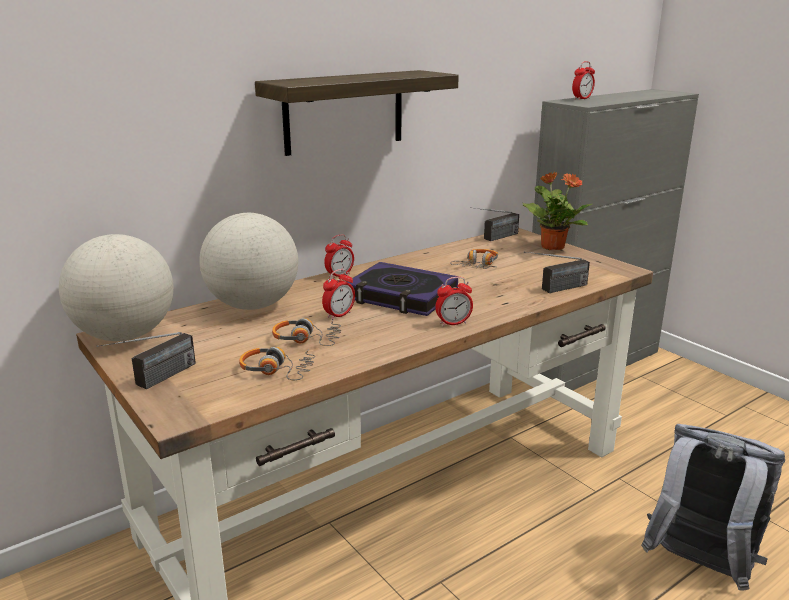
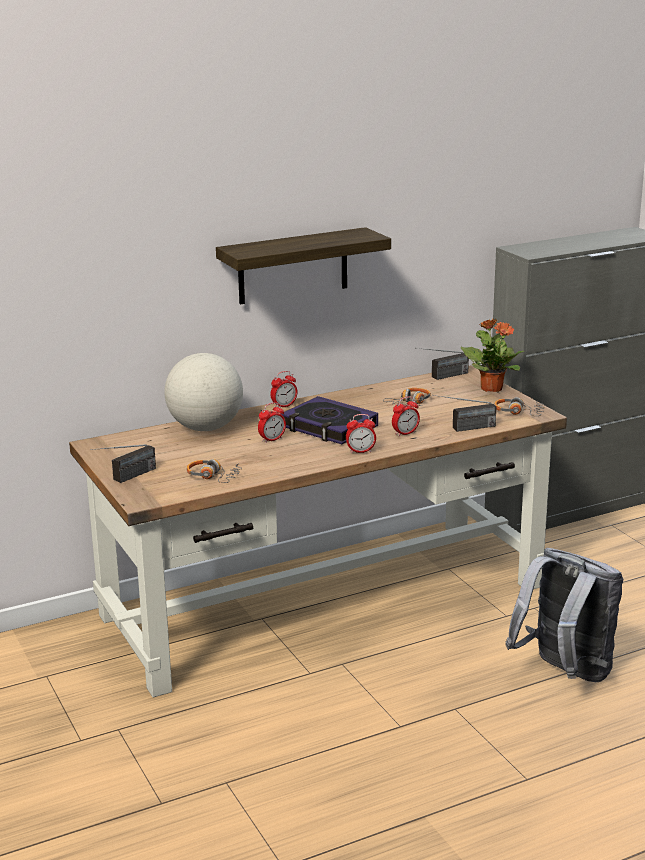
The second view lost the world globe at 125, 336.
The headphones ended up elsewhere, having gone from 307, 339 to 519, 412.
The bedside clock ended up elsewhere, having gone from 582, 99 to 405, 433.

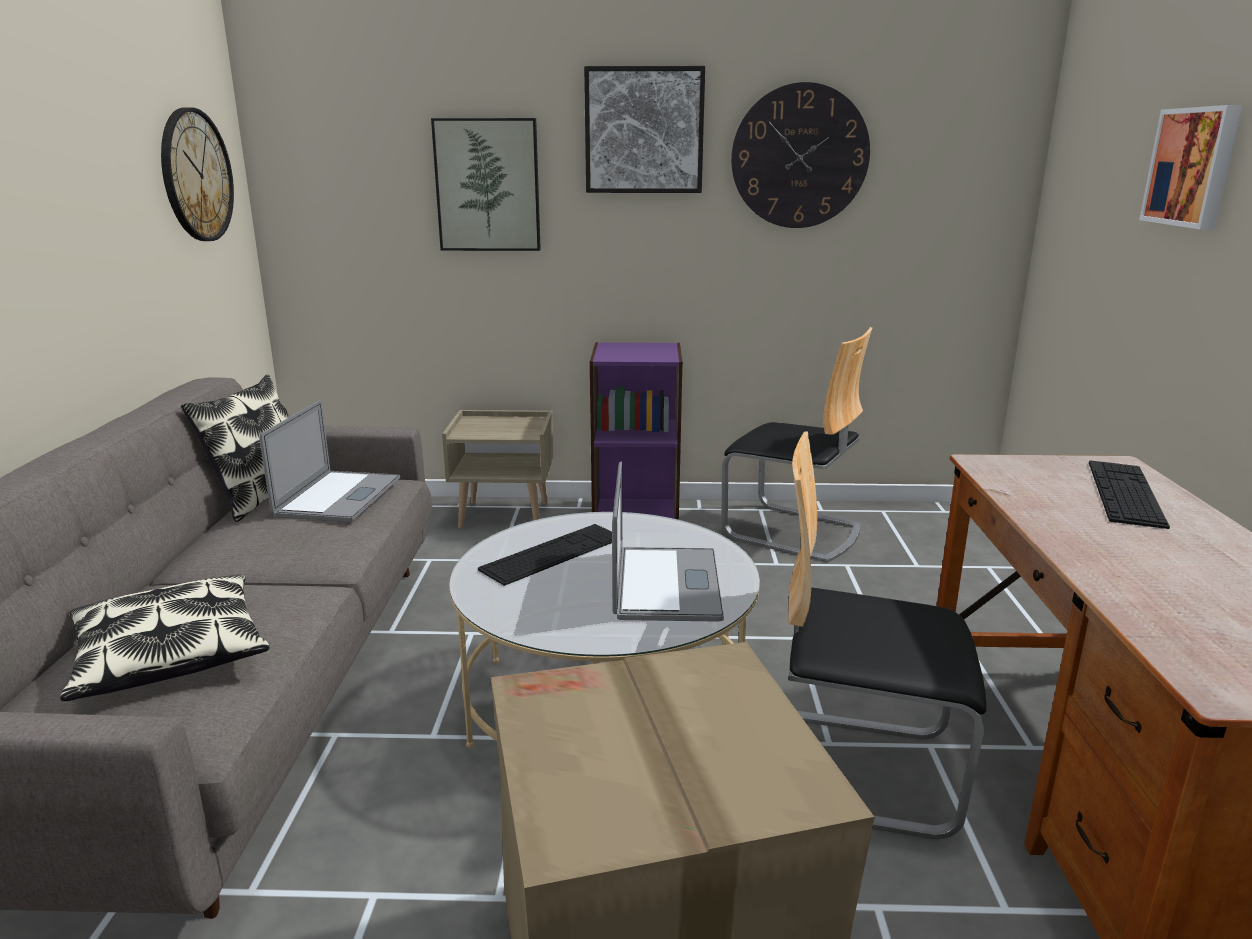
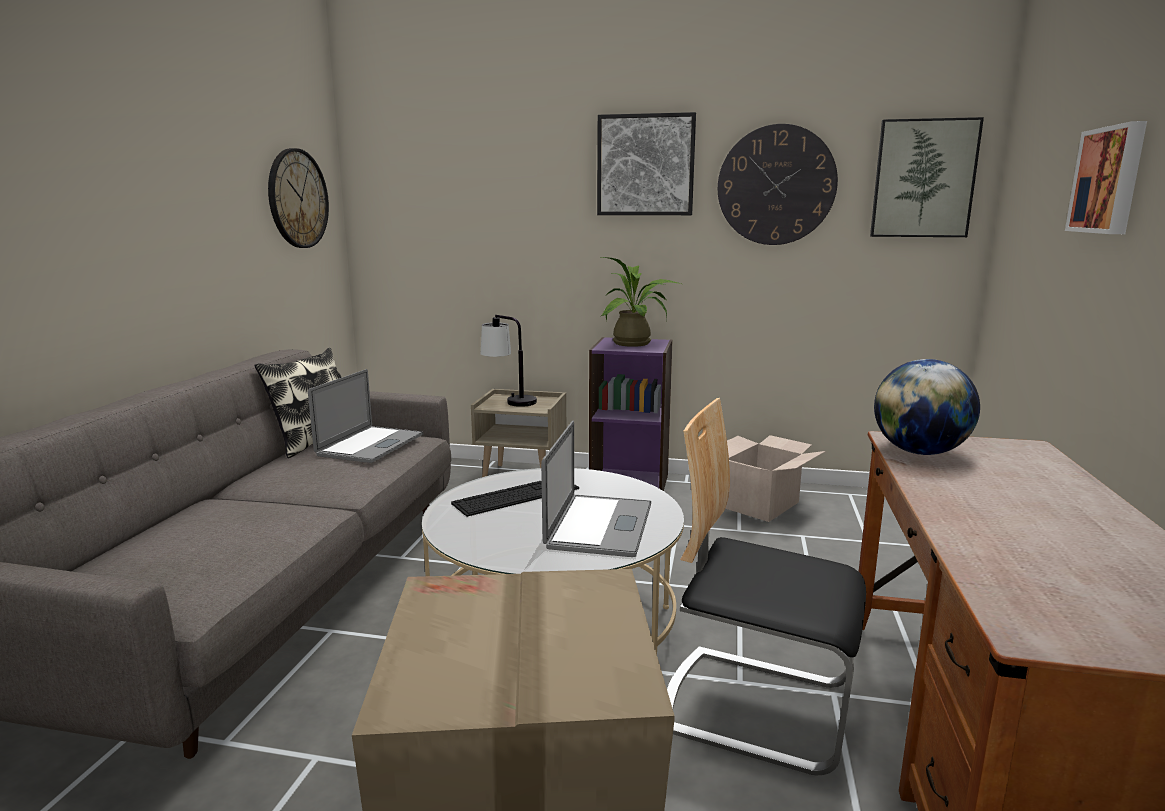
The second view lost the throw pillow at 169, 653.
The picture ended up elsewhere, having gone from 488, 185 to 923, 179.
Where the chair stood at 792, 531, the carton came to stand at 761, 505.
The second view lost the keyboard at 1125, 493.
The second view gained the lamp for a table at 509, 401.
The second view gained the potted plant at 637, 343.
The second view gained the world globe at 919, 452.

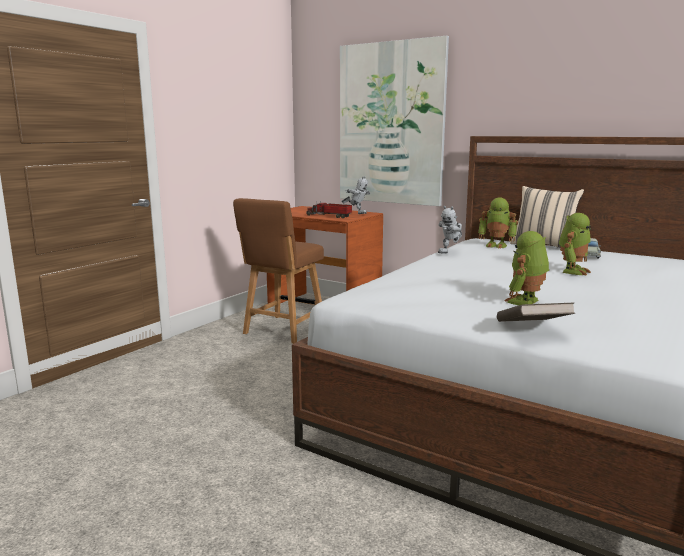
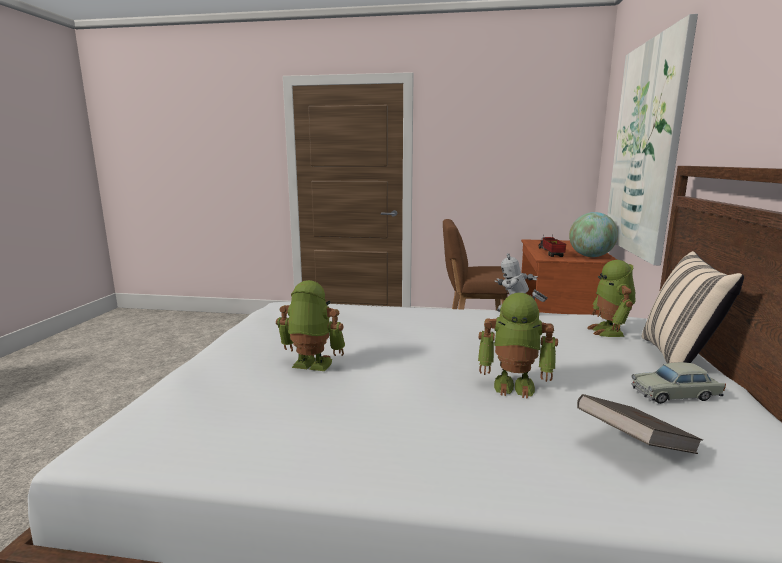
Where the robot figure stood at 356, 213, the world globe came to stand at 590, 256.
The brown-coloured book ended up elsewhere, having gone from 532, 330 to 634, 446.

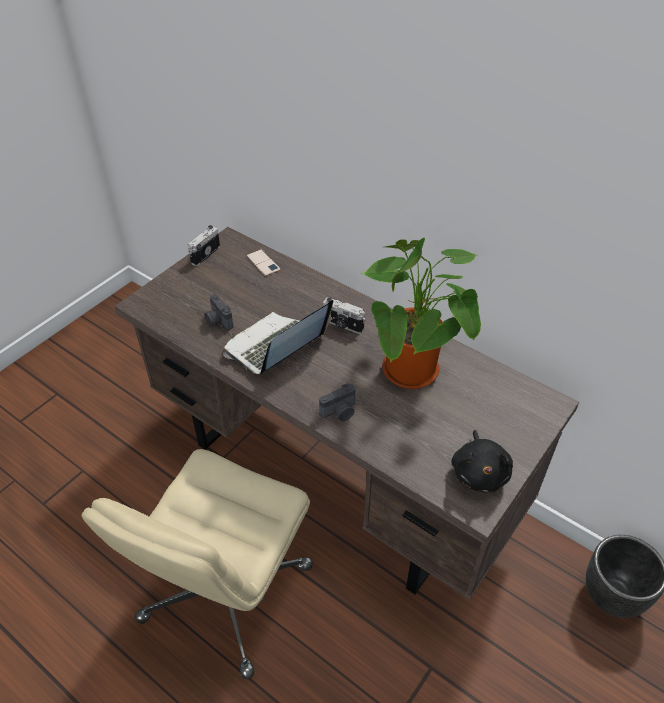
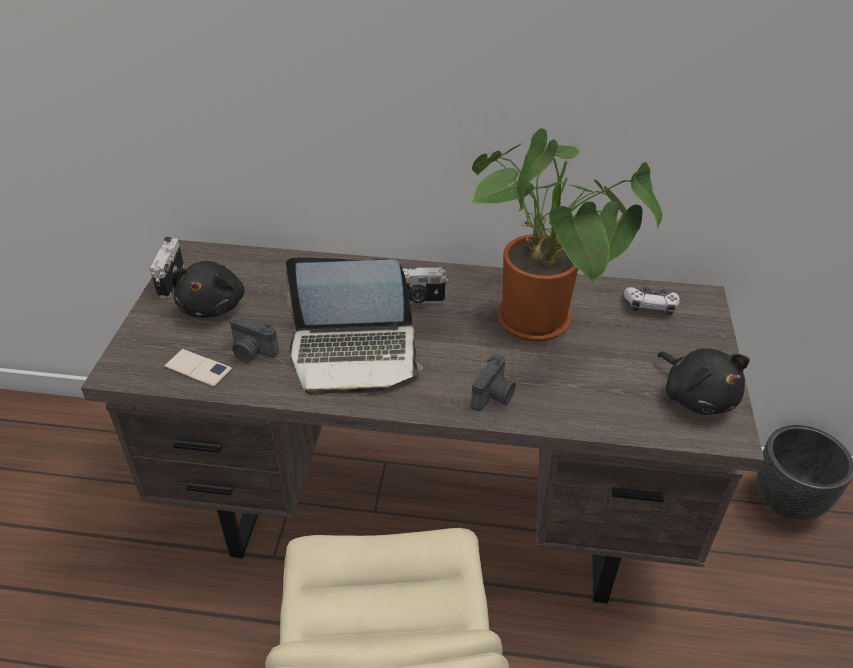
The notebook computer at 276, 347 ended up facing another way, 105 degrees counterclockwise from before.
The phone ended up elsewhere, having gone from 263, 263 to 198, 368.
The second view gained the blackish plush toy at 213, 306.
The second view gained the joypad at 650, 306.

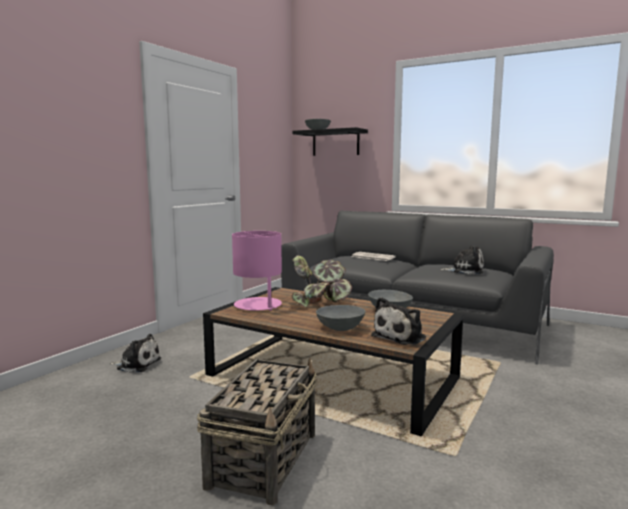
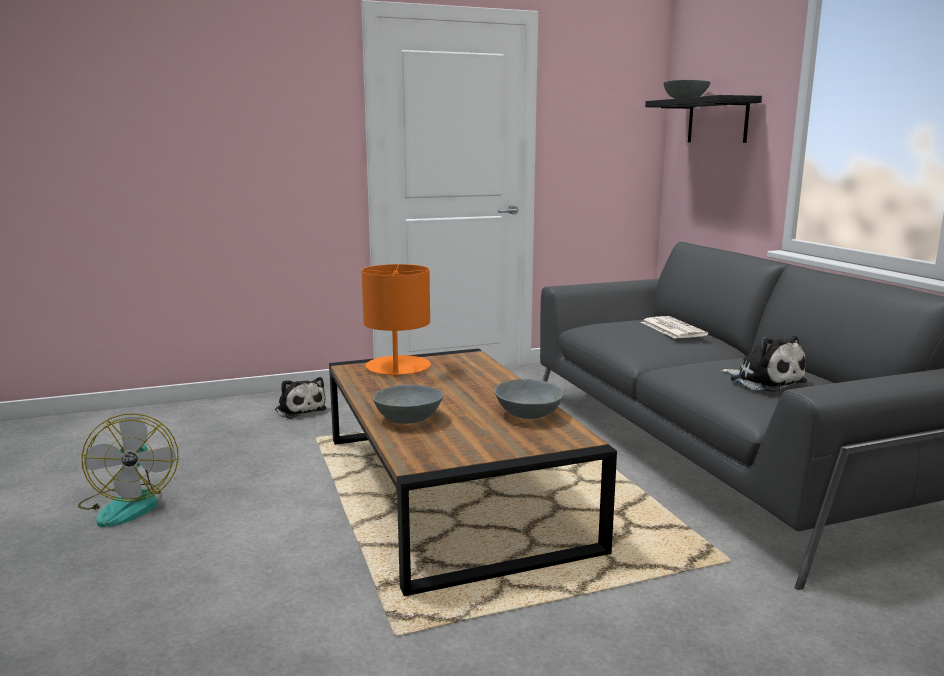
The second view lost the household basket at 264, 458.
What was the pinkish lamp for a table at 258, 305 turned into the orangey lamp for a table at 398, 367.
The second view lost the potted plant at 320, 303.
The second view lost the plush toy at 401, 336.
The second view gained the fan at 129, 504.

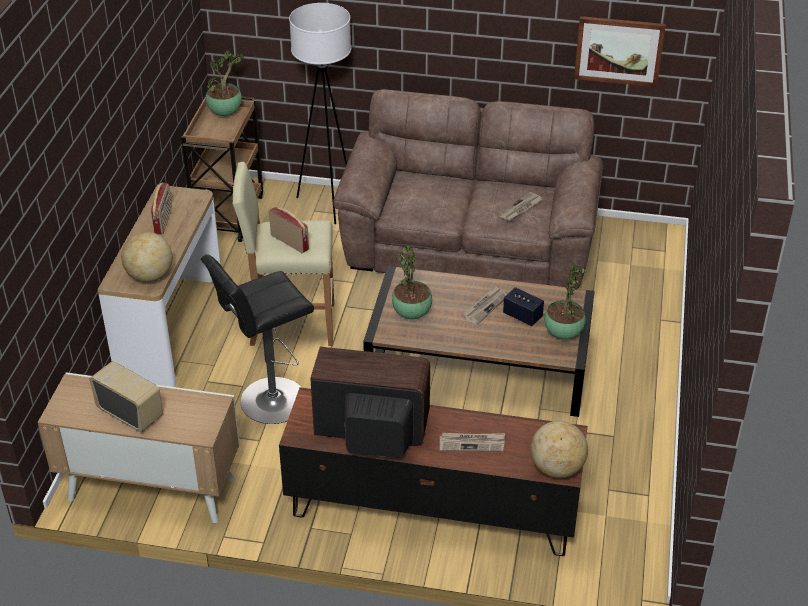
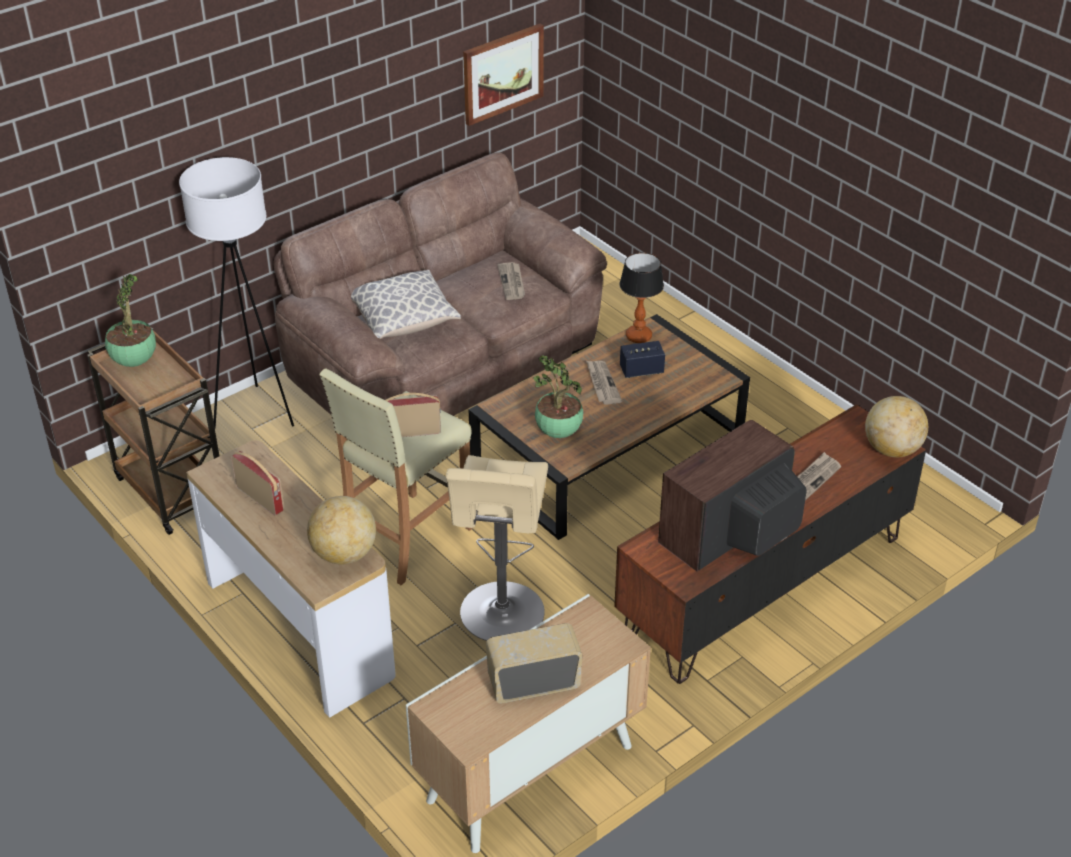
What was the blackish stool at 268, 402 turned into the beige stool at 501, 616.
The second view lost the potted plant at 563, 333.
The second view gained the throw pillow at 403, 321.
The second view gained the lamp for a table at 638, 336.

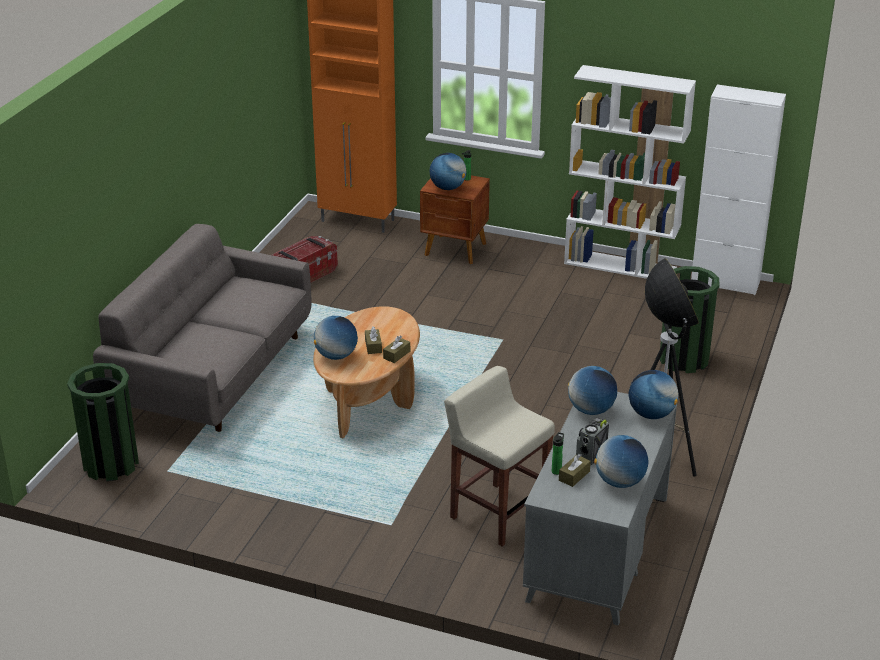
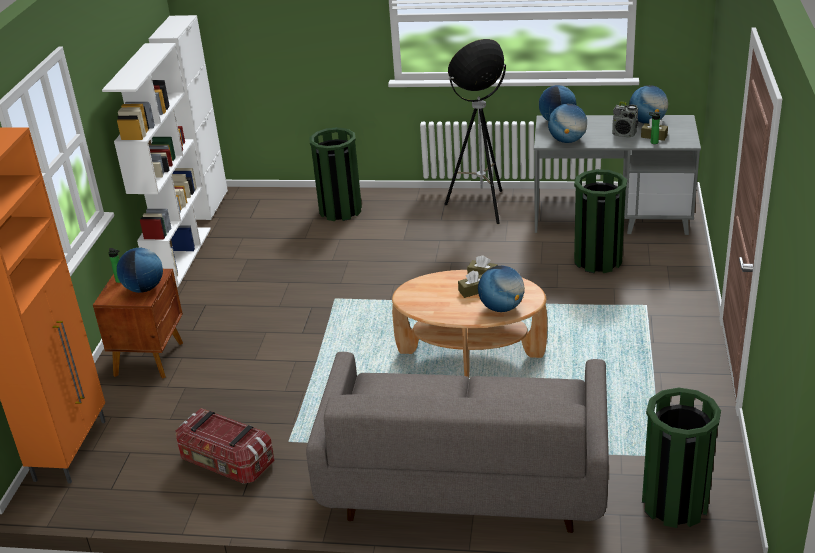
Where the beige stool stood at 497, 513, the green trash can came to stand at 597, 260.

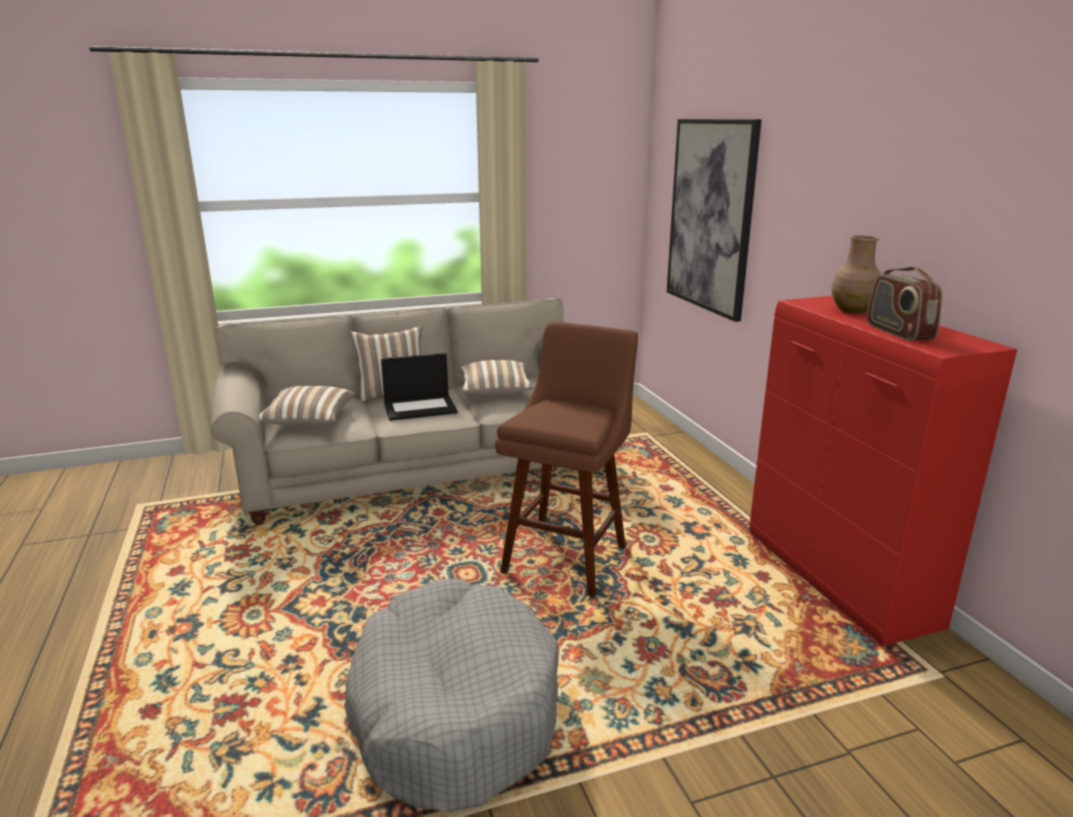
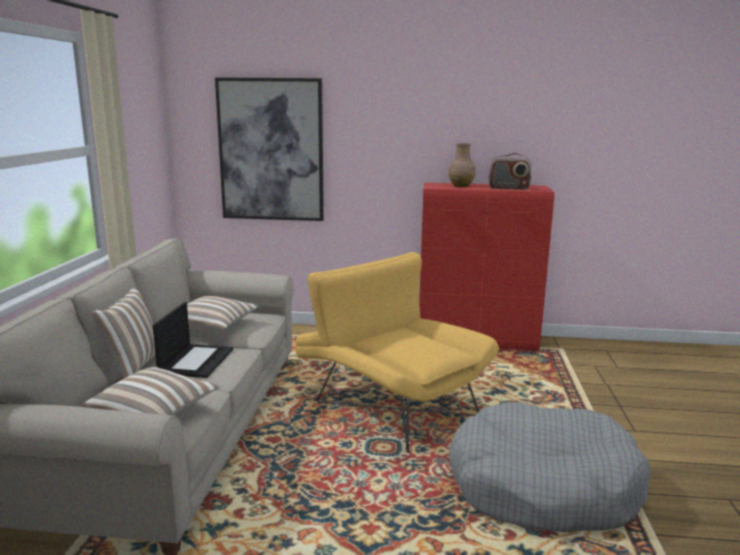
Where the brown-coloured stool stood at 568, 555, the yellowish armchair came to stand at 390, 403.

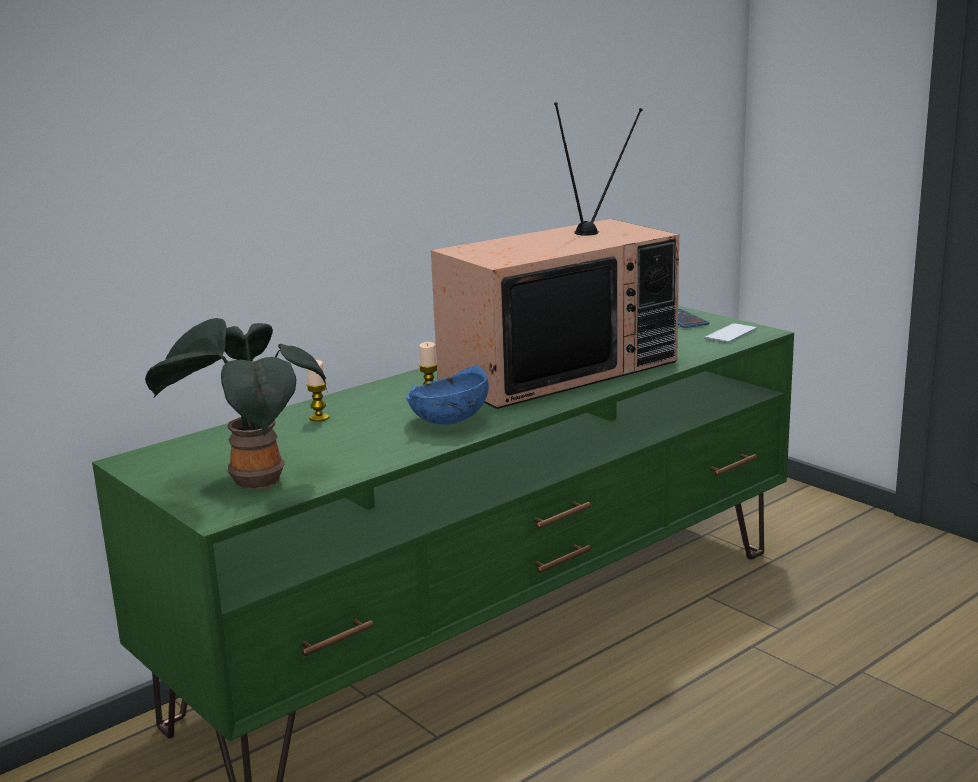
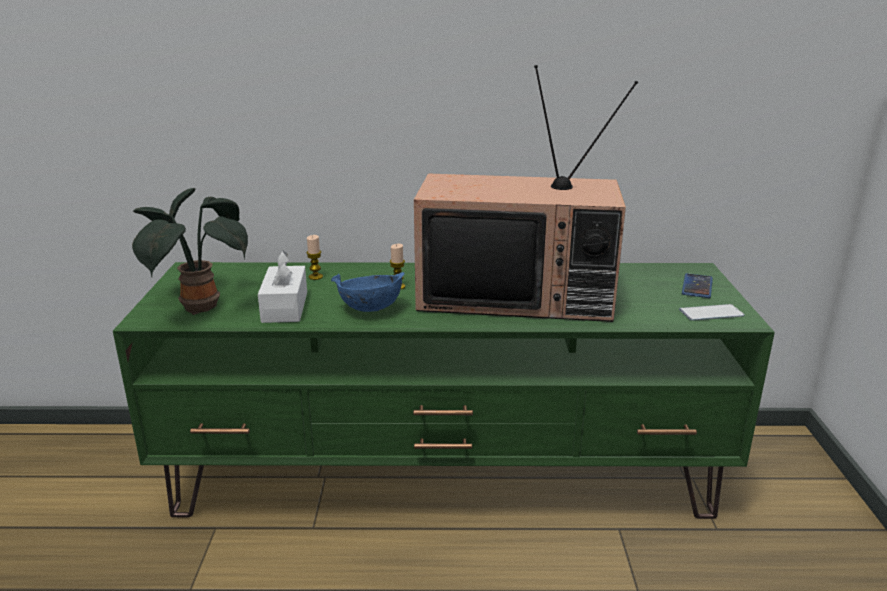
The second view gained the whitish tissue holder at 285, 307.

